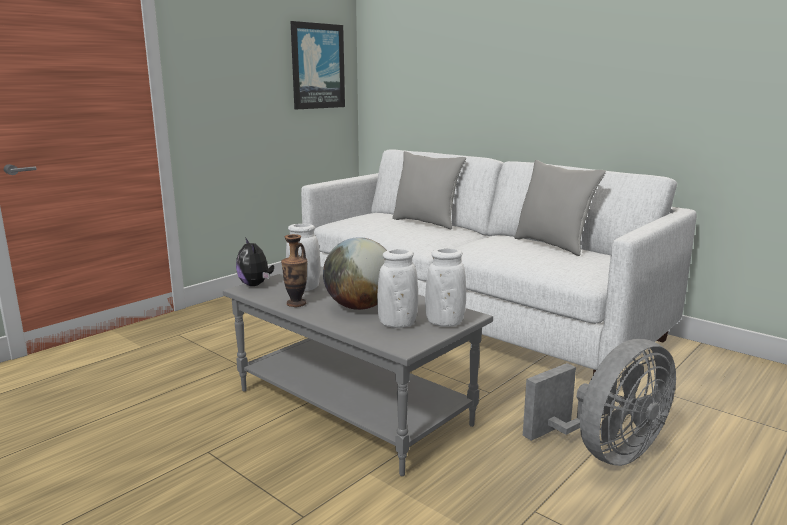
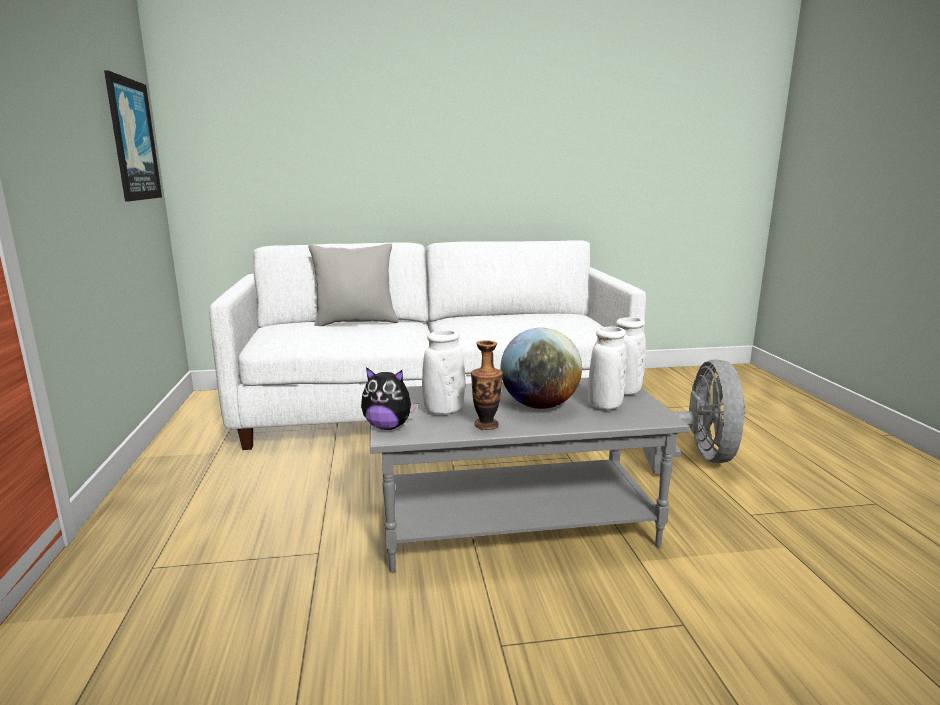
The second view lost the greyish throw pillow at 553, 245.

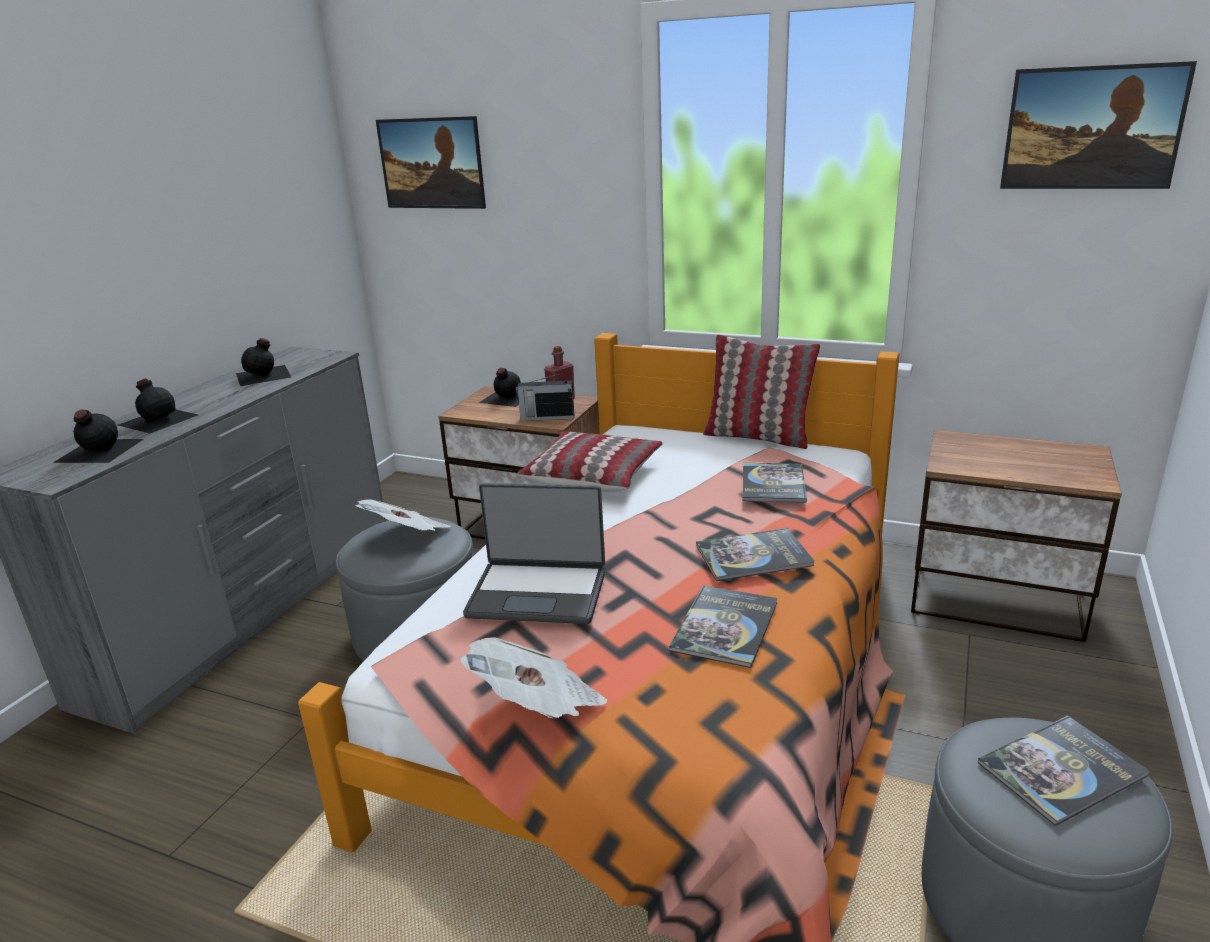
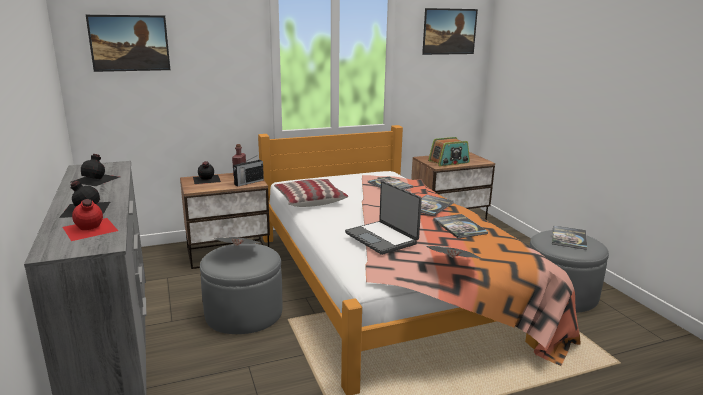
What was the blackish beverage bottle at 97, 451 turned into the red-coloured beverage bottle at 89, 229.
The notebook computer at 538, 593 ended up facing another way, 90 degrees clockwise from before.
The second view lost the throw pillow at 757, 437.
The second view gained the radio receiver at 449, 162.

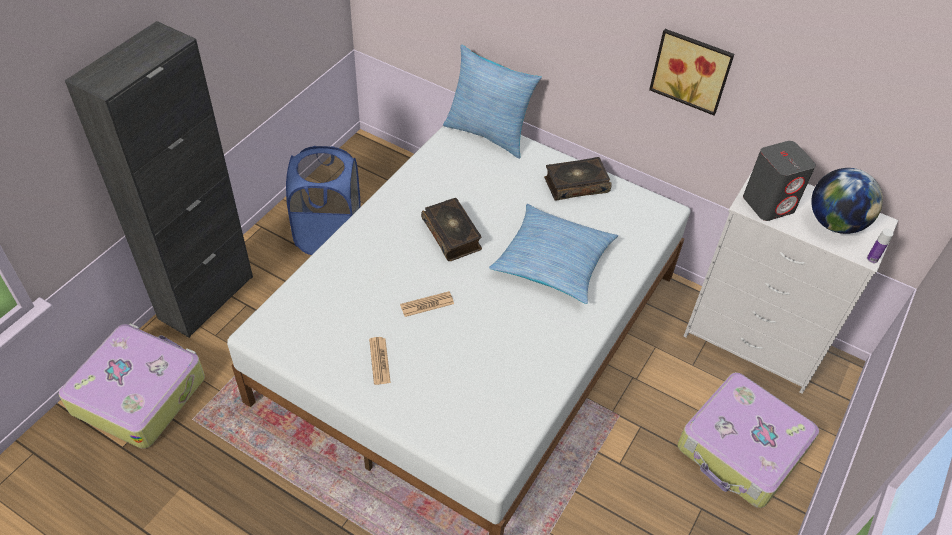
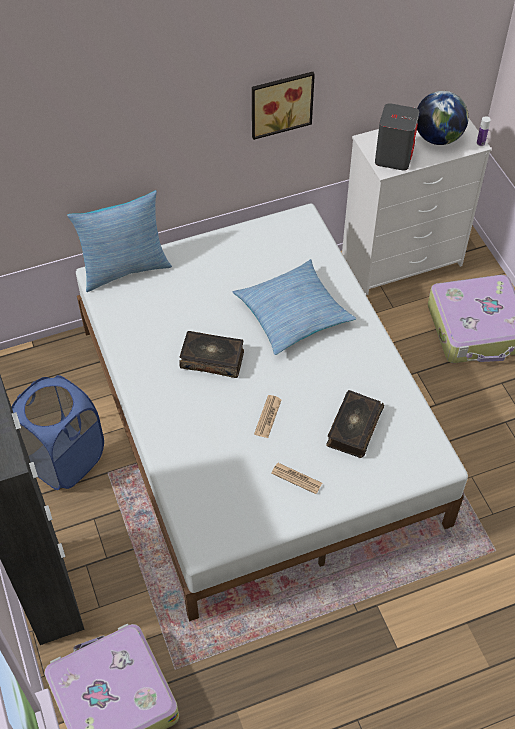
The book ended up elsewhere, having gone from 576, 185 to 353, 428.

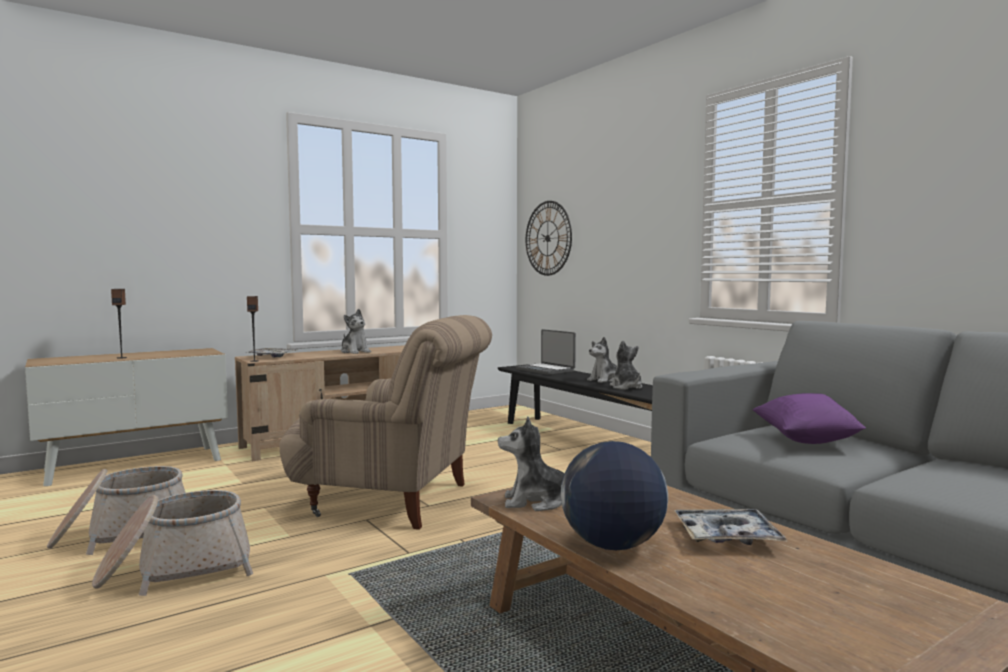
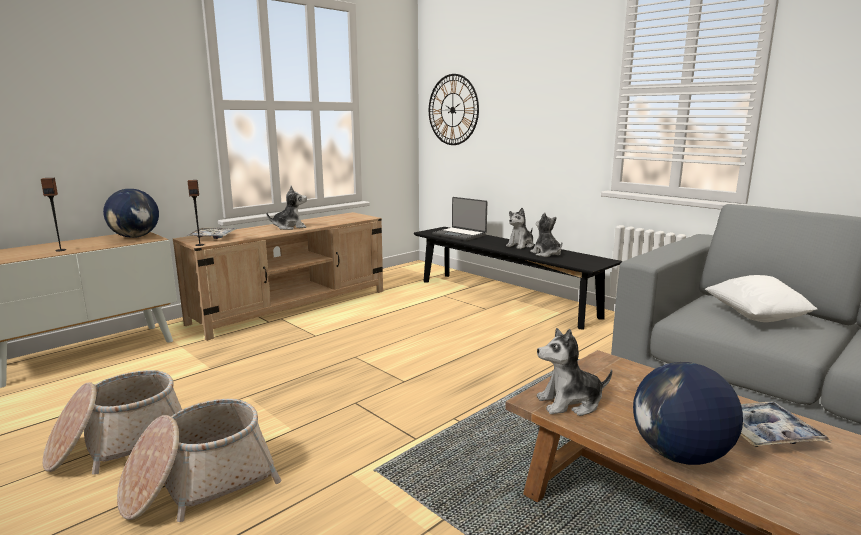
The second view lost the beige armchair at 393, 500.
The plush toy at 355, 352 ended up facing another way, 60 degrees counterclockwise from before.
What was the purple-coloured throw pillow at 805, 440 turned into the whitish throw pillow at 755, 316.
The second view gained the world globe at 135, 237.

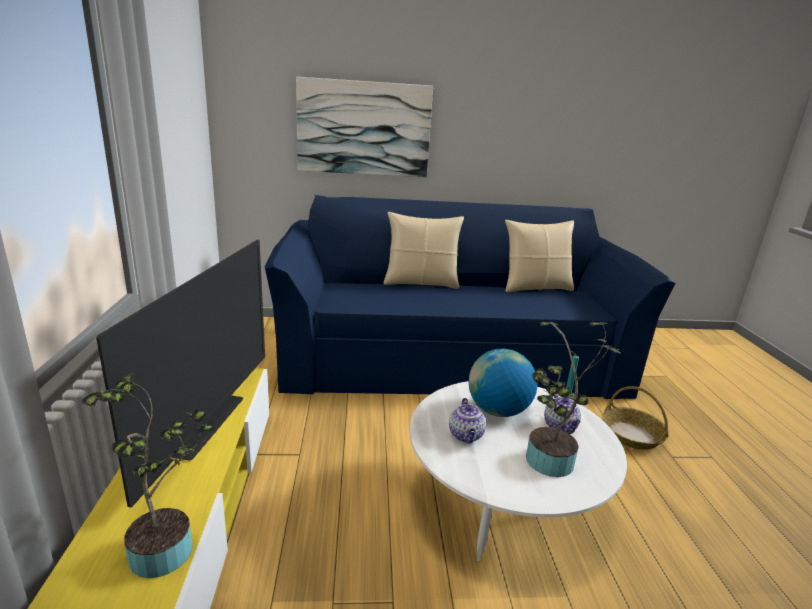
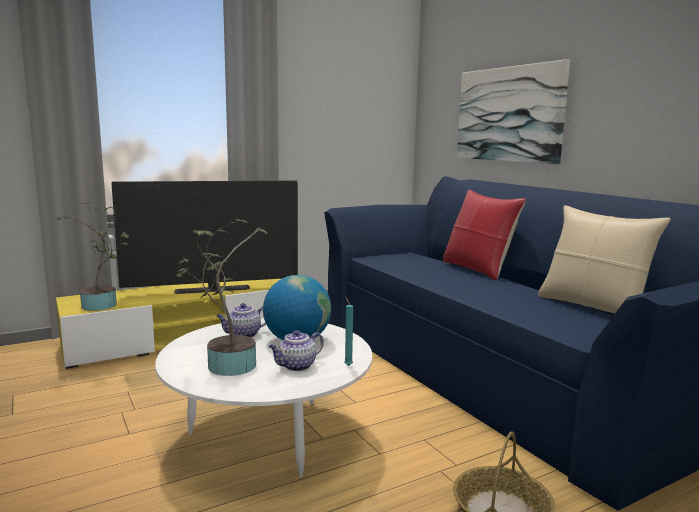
What was the beige throw pillow at 421, 283 turned into the red-coloured throw pillow at 477, 269.

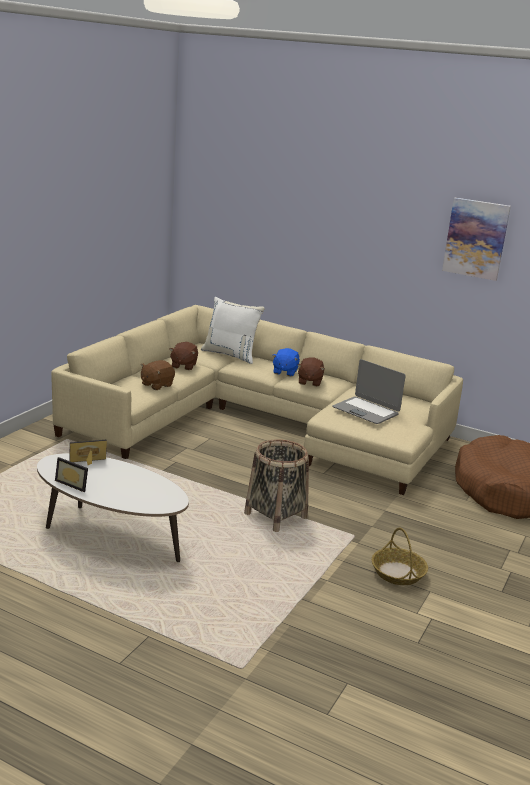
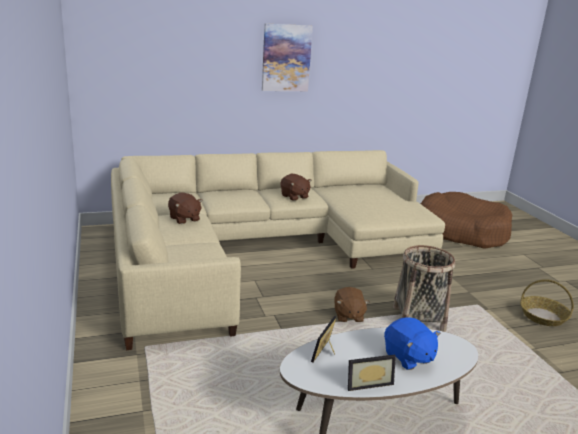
The brown-coloured plush toy ended up elsewhere, having gone from 156, 385 to 348, 316.
The second view lost the whitish throw pillow at 231, 354.
The blue-coloured plush toy ended up elsewhere, having gone from 284, 372 to 408, 357.
The second view lost the notebook computer at 366, 411.
The picture ended up elsewhere, having gone from 476, 238 to 286, 58.

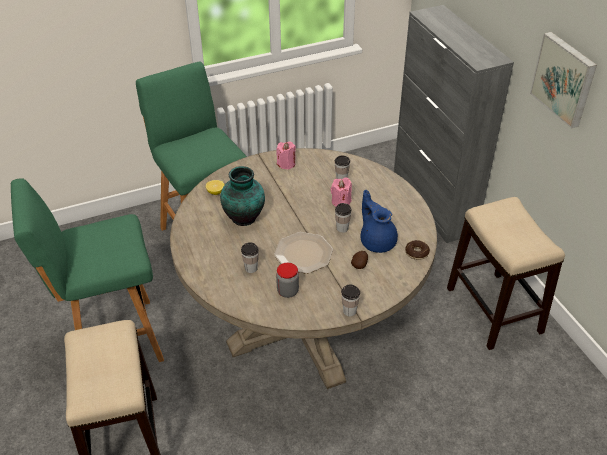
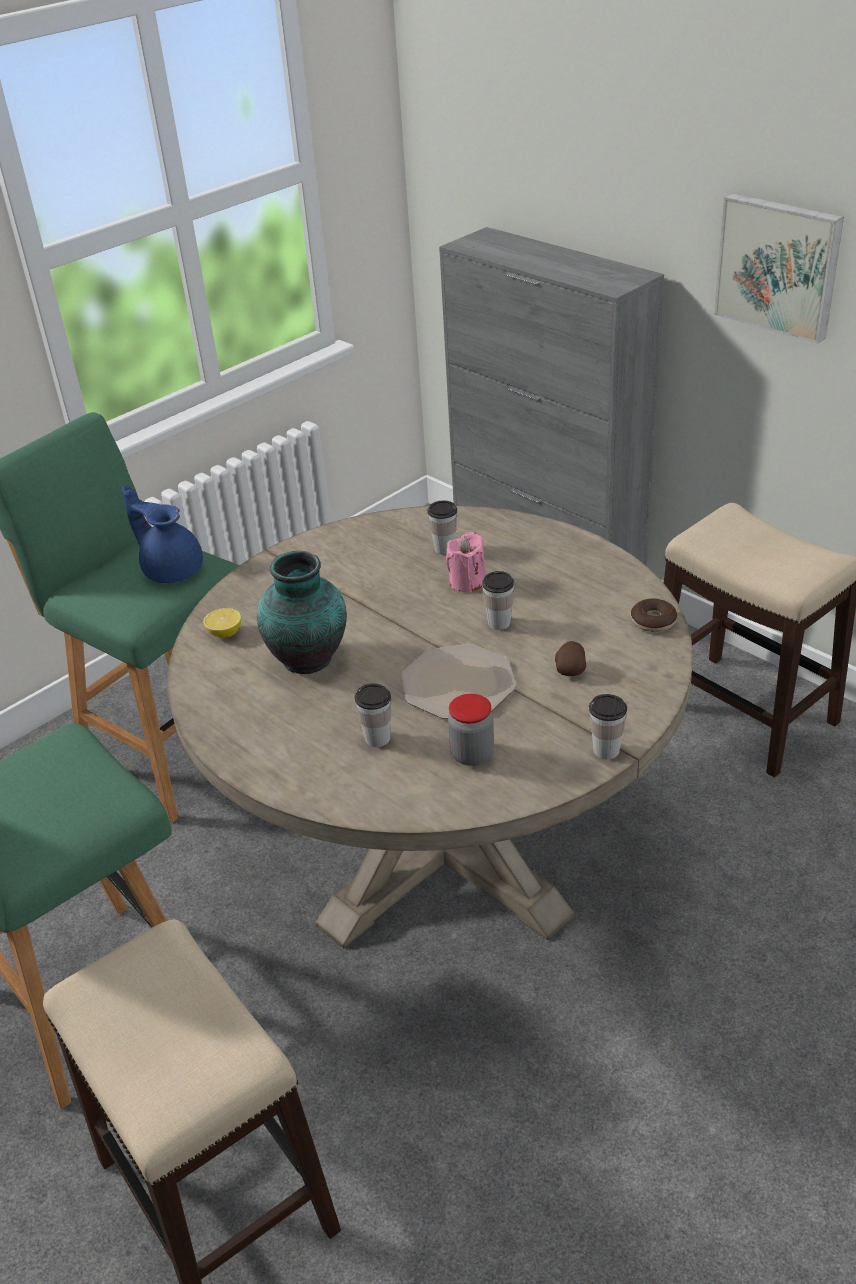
The second view lost the pinkish wax candle at 286, 164.
The blue-coloured teapot ended up elsewhere, having gone from 377, 241 to 171, 569.

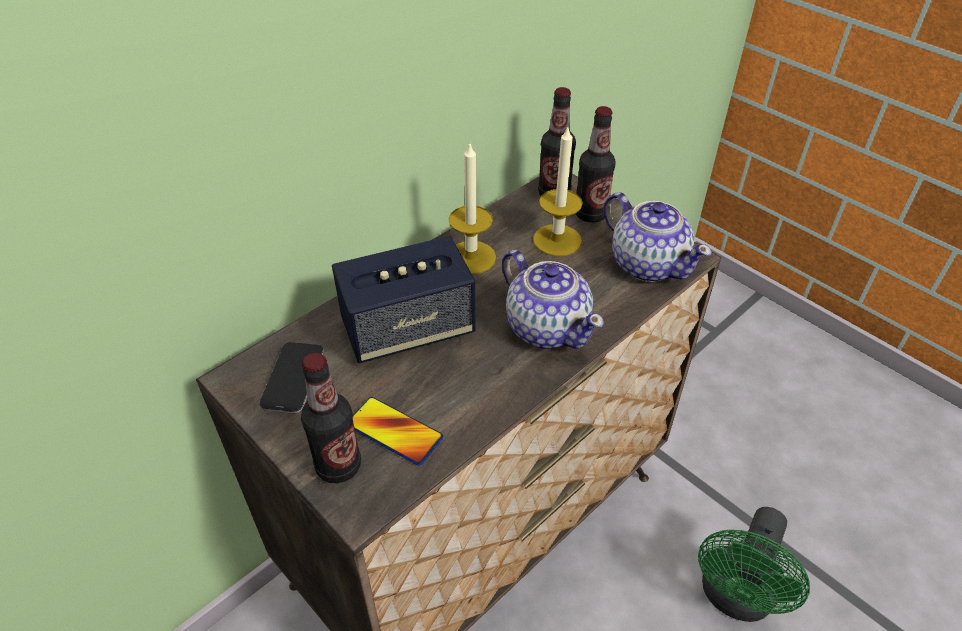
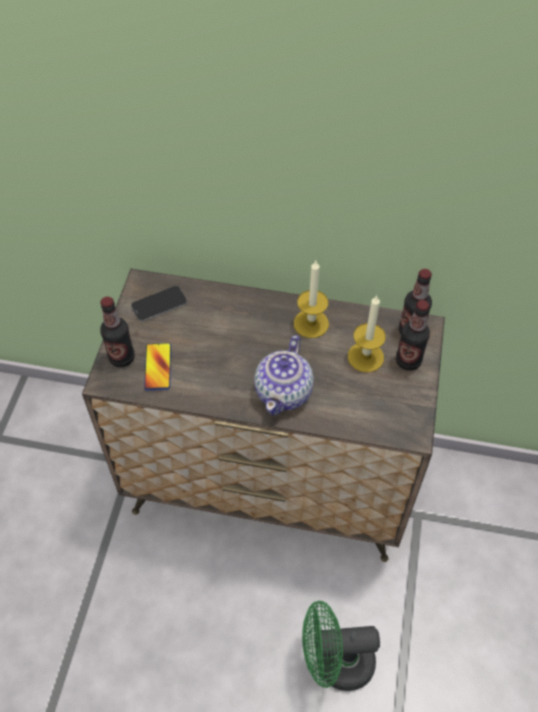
The second view lost the loudspeaker at 408, 329.
The second view lost the teapot at 647, 264.

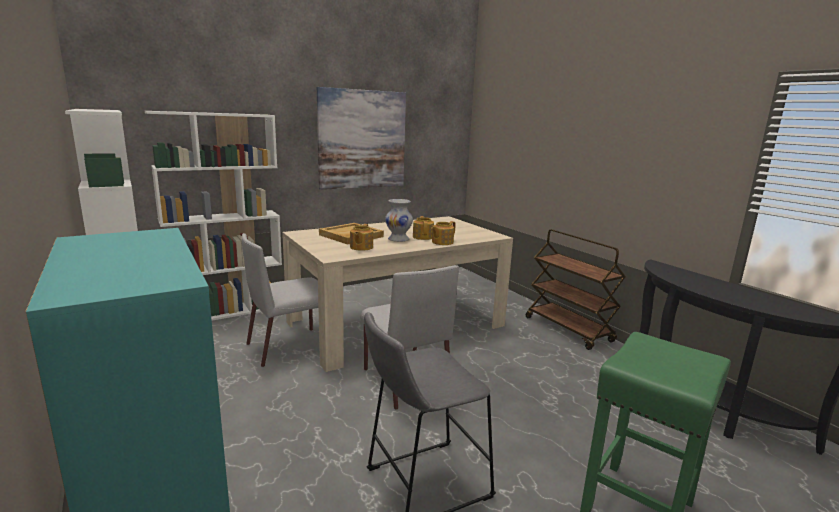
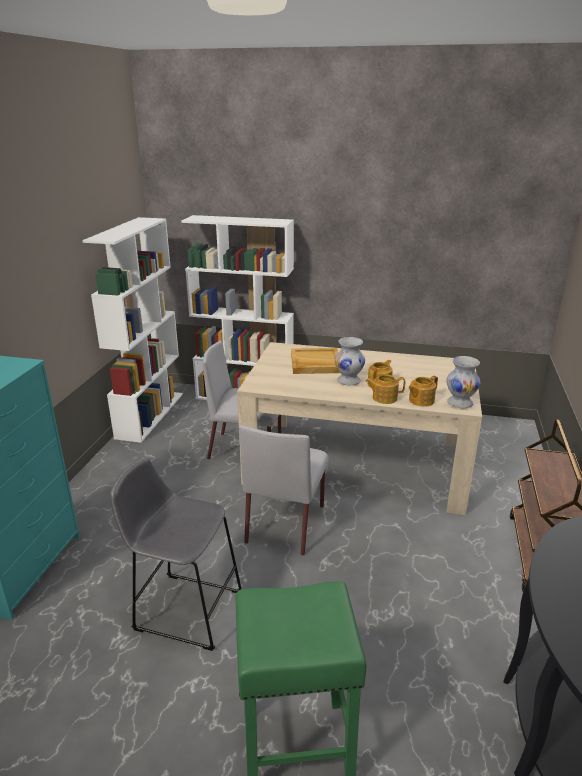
The second view lost the picture at 362, 139.
The teapot ended up elsewhere, having gone from 361, 247 to 420, 400.
The second view gained the whitish decorative vase at 459, 403.

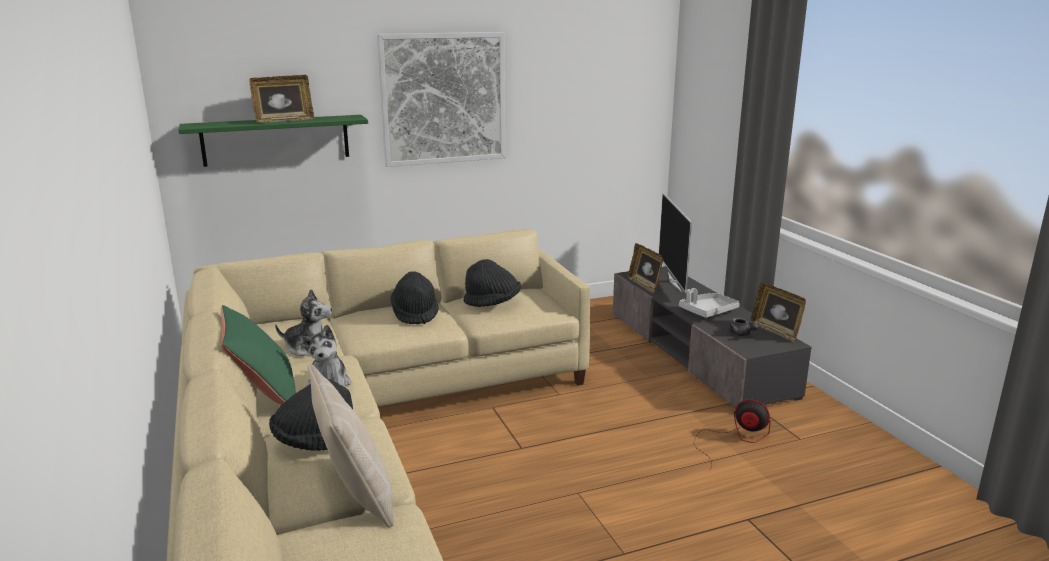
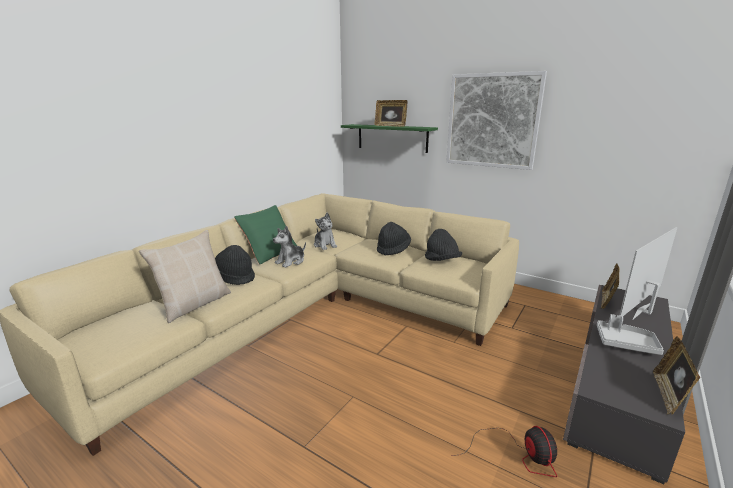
The second view lost the greyish teapot at 741, 334.

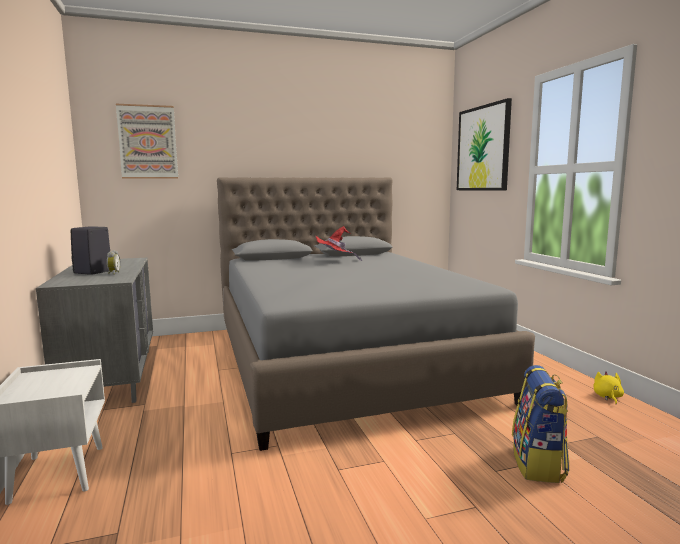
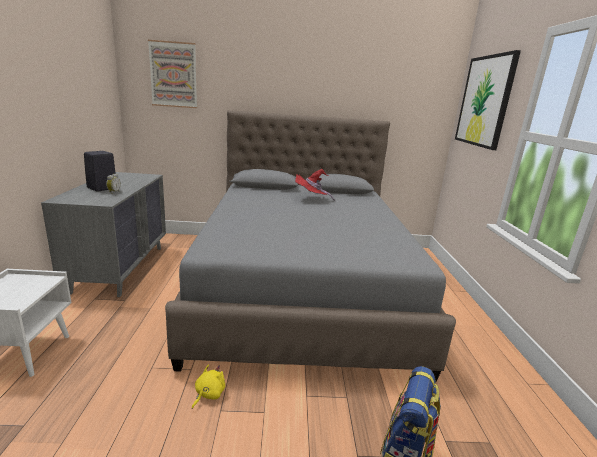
The yellowish plush toy ended up elsewhere, having gone from 607, 397 to 208, 394.

